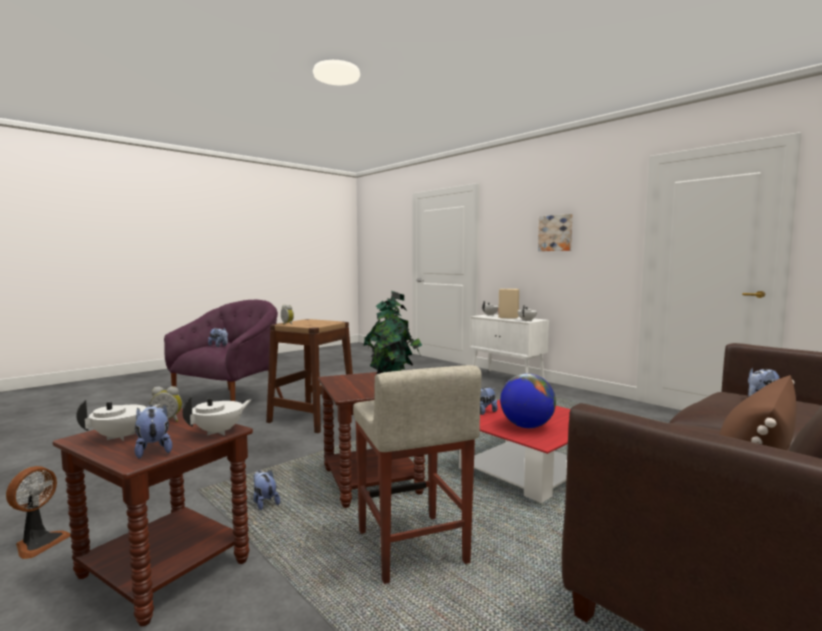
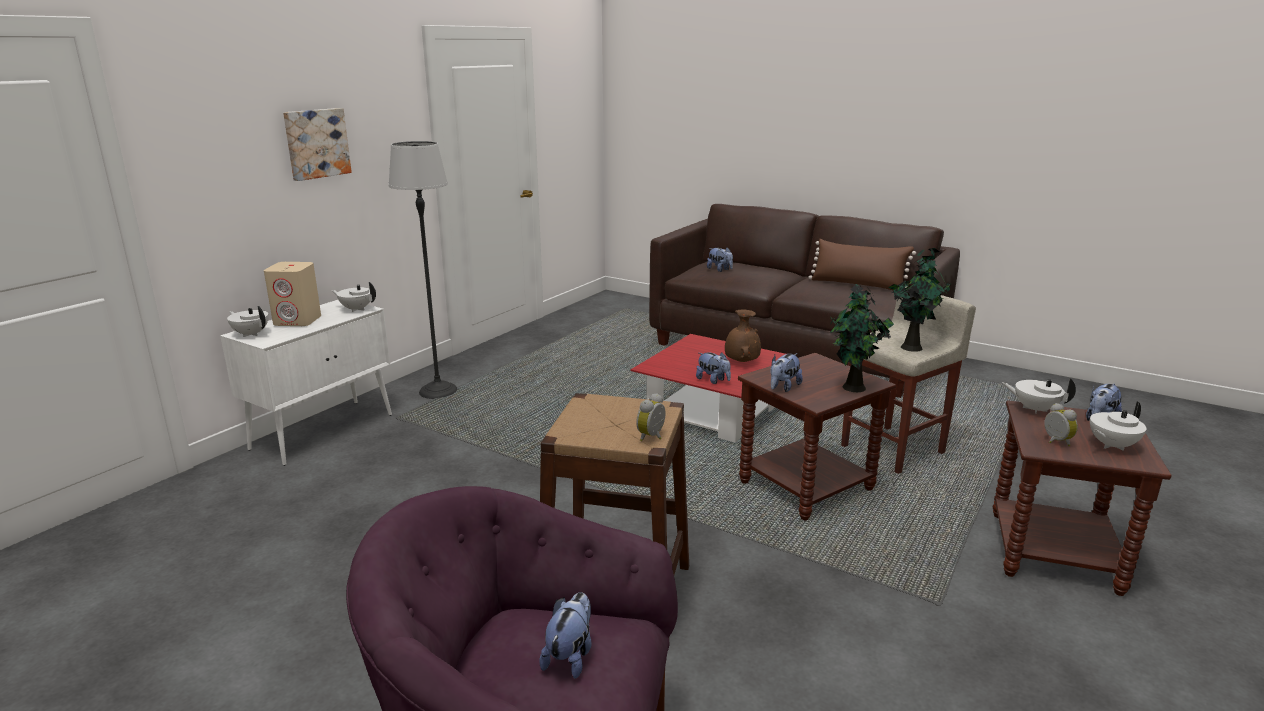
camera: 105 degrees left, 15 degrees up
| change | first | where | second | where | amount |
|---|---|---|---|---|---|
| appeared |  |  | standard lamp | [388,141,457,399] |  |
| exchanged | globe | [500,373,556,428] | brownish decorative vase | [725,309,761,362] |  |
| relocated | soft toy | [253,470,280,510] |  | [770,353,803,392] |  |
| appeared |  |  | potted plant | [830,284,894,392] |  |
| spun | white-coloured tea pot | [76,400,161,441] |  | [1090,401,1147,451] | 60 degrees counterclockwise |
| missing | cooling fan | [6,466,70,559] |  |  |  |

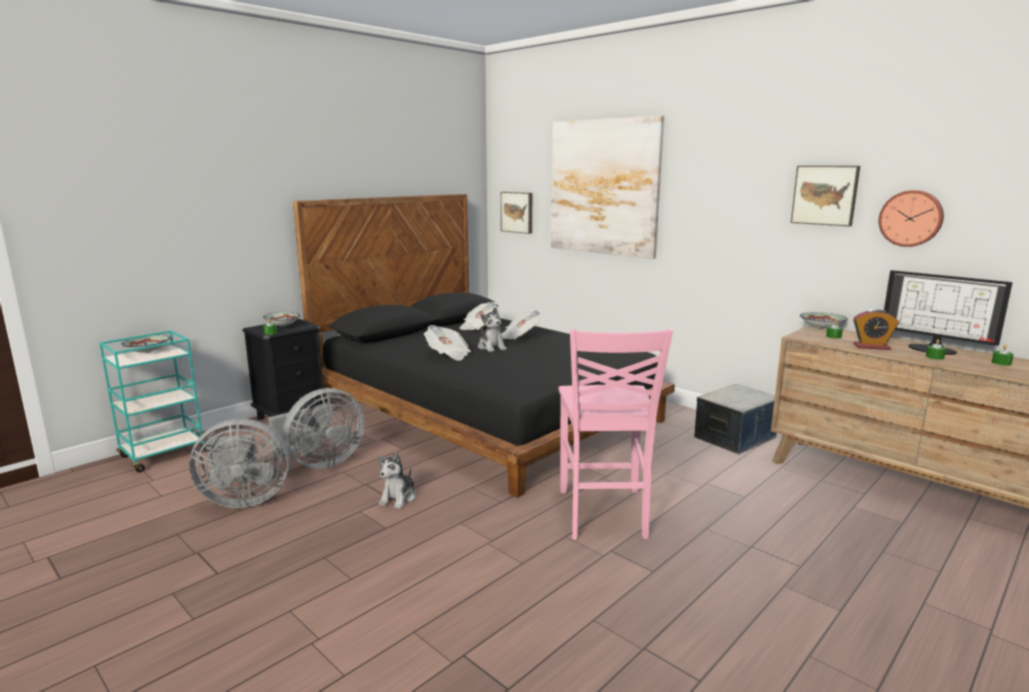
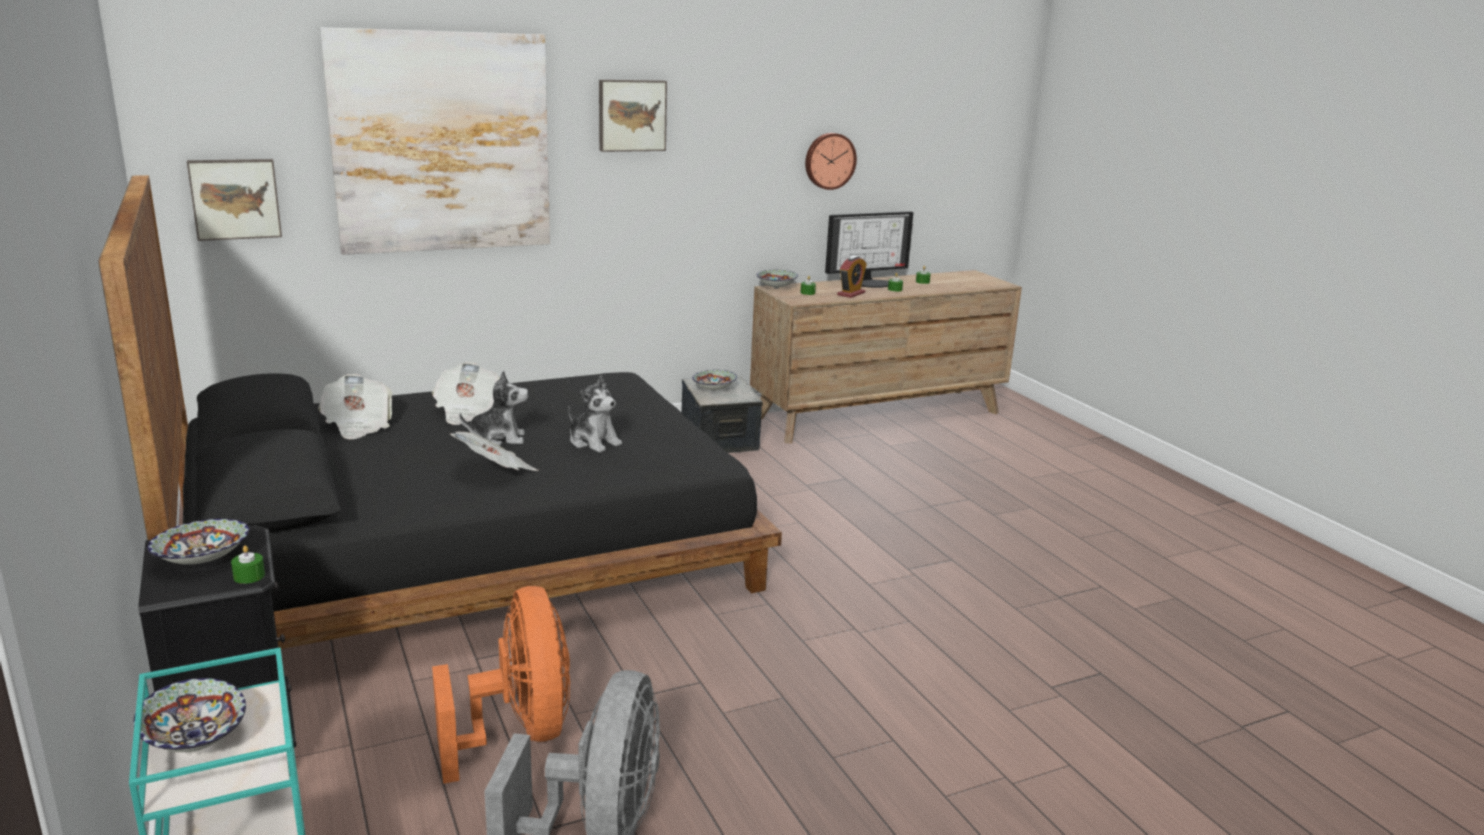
camera: 70 degrees left, 5 degrees up
| change | first | where | second | where | amount |
|---|---|---|---|---|---|
| colour | grey cooling fan | [268,388,365,469] | orange-coloured cooling fan | [432,586,570,784] |  |
| relocated | soft toy | [378,452,416,509] |  | [568,376,622,453] |  |
| relocated | wall art | [791,166,860,226] |  | [599,80,667,152] |  |
| appeared |  |  | bowl | [692,370,737,391] |  |
| missing | pink chair | [559,329,673,540] |  |  |  |

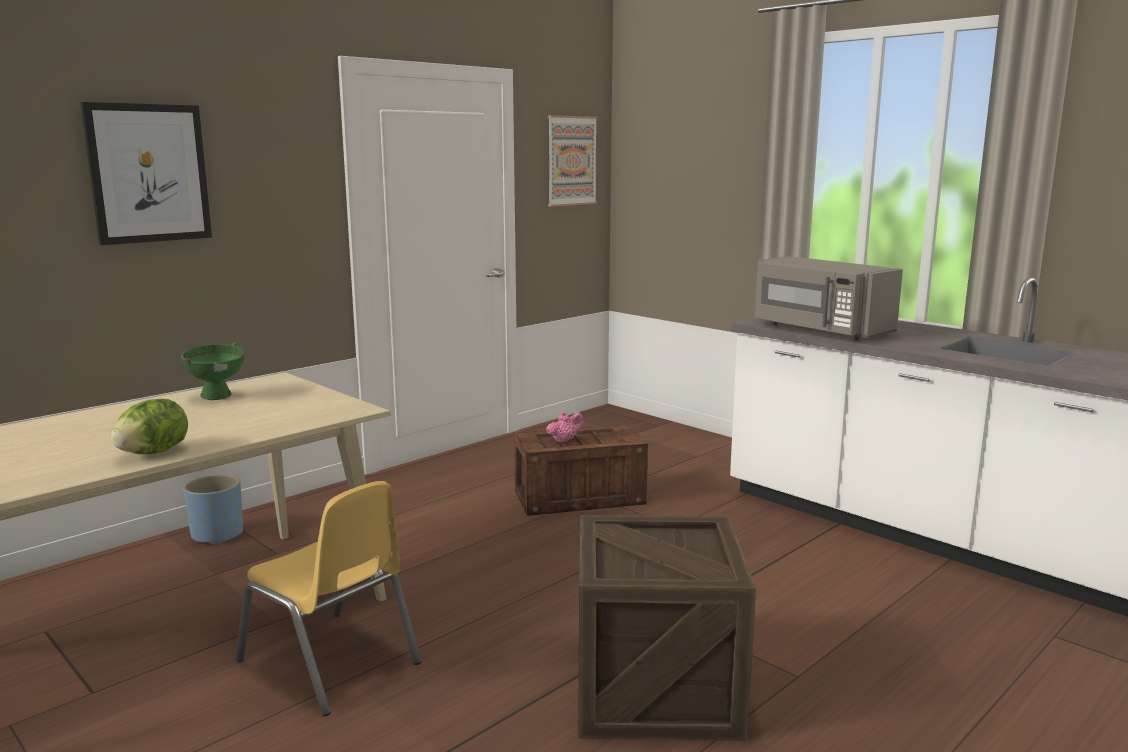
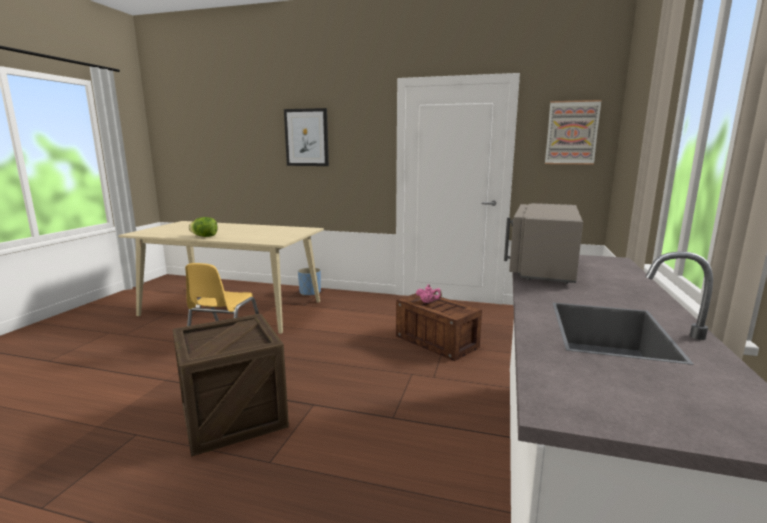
camera: 60 degrees right, 0 degrees up
| change | first | where | second | where | amount |
|---|---|---|---|---|---|
| missing | green bowl | [181,342,245,400] |  |  |  |

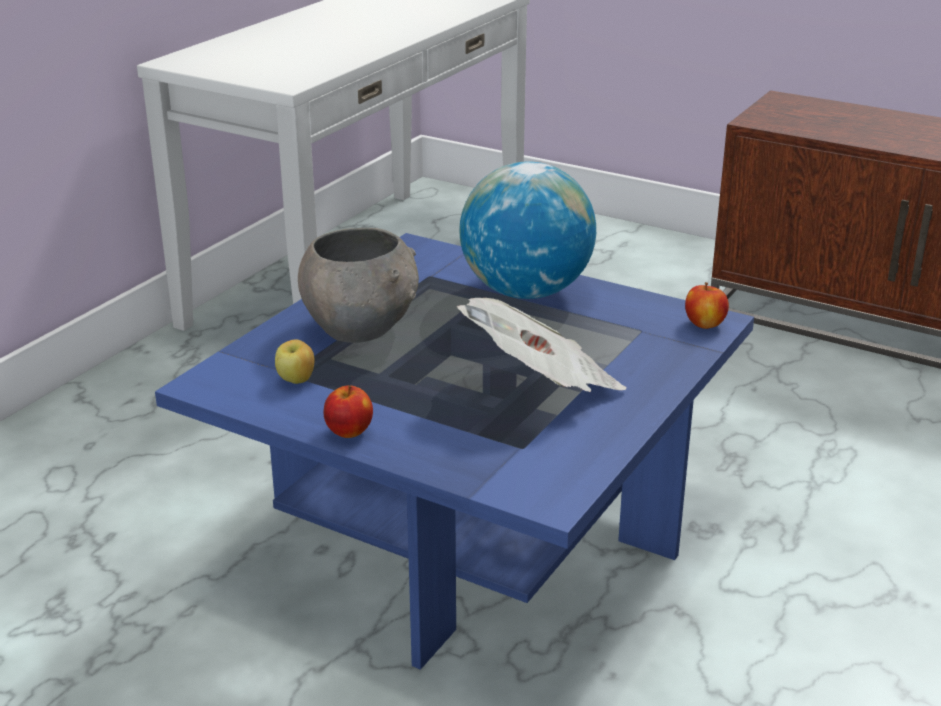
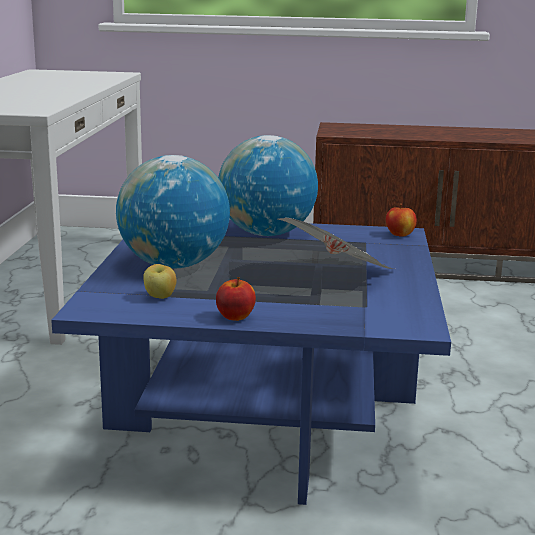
camera: 25 degrees left, 10 degrees down
| change | first | where | second | where | amount |
|---|---|---|---|---|---|
| exchanged | grey bowl | [298,228,419,343] | globe | [116,155,230,269] |  |

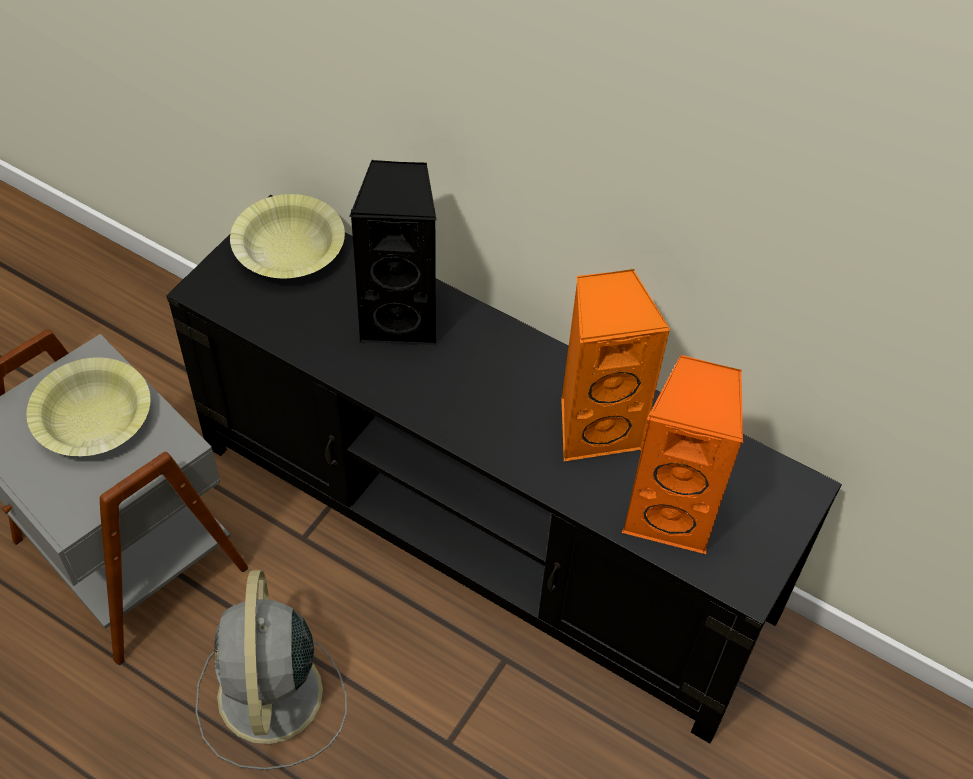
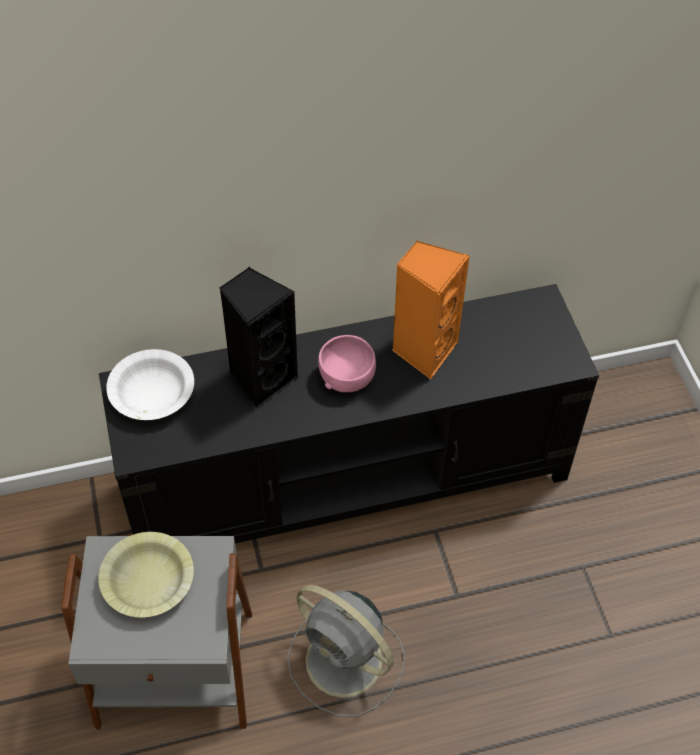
camera: 45 degrees left, 0 degrees up
| change | first | where | second | where | amount |
|---|---|---|---|---|---|
| colour | yellow bowl | [230,194,345,278] | white-coloured bowl | [106,349,194,420] |  |
| appeared |  |  | pink bowl | [318,335,376,392] |  |
| missing | orange-coloured audio speaker | [622,355,743,554] |  |  |  |

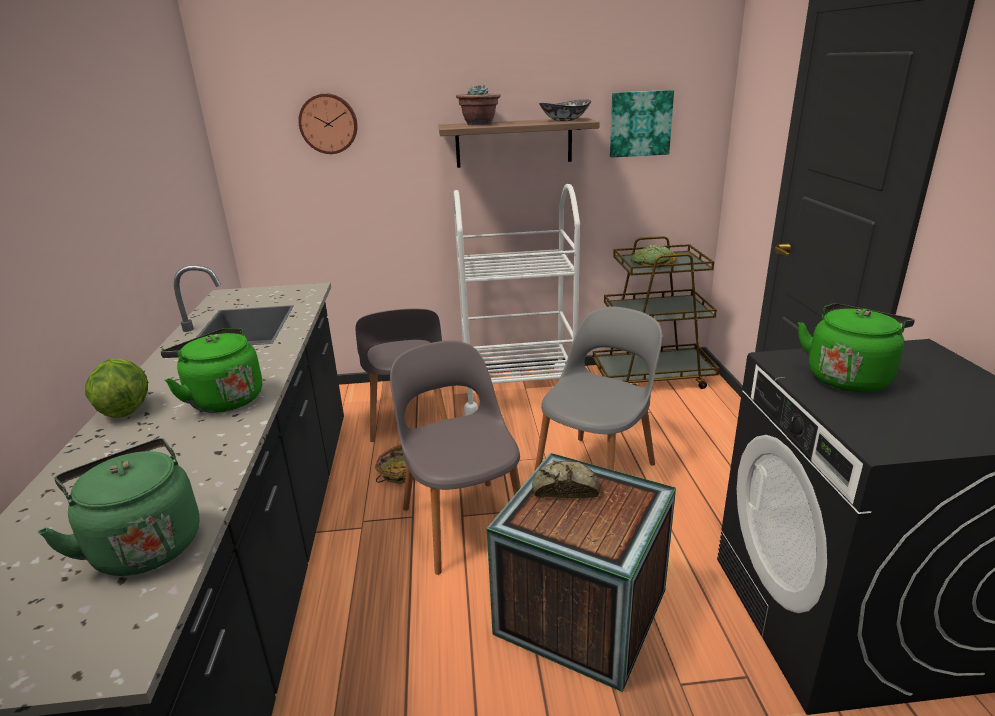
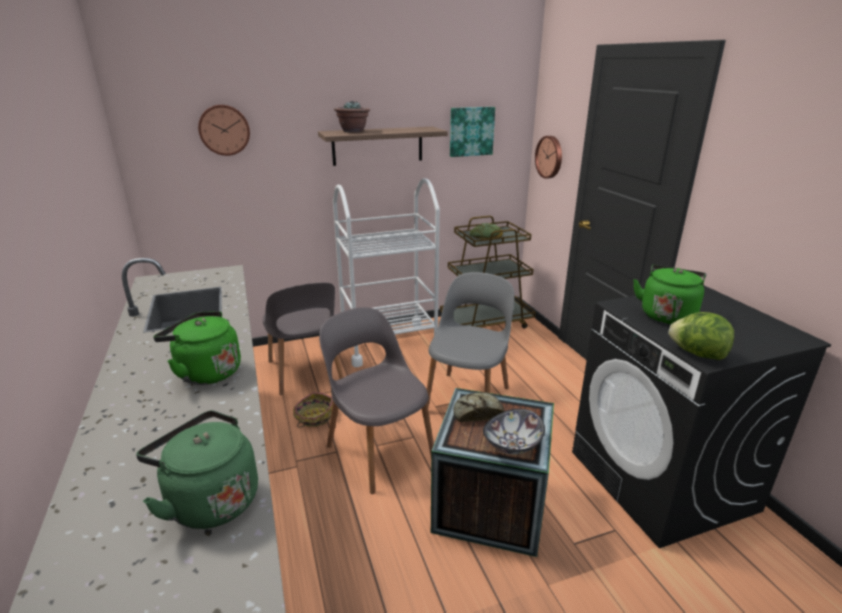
camera: 15 degrees left, 0 degrees up
| change | first | where | second | where | amount |
|---|---|---|---|---|---|
| relocated | bowl | [539,99,591,121] |  | [483,409,545,454] |  |
| appeared |  |  | wall clock | [535,136,562,179] |  |
| relocated | lettuce head | [85,359,148,418] |  | [668,312,734,360] |  |

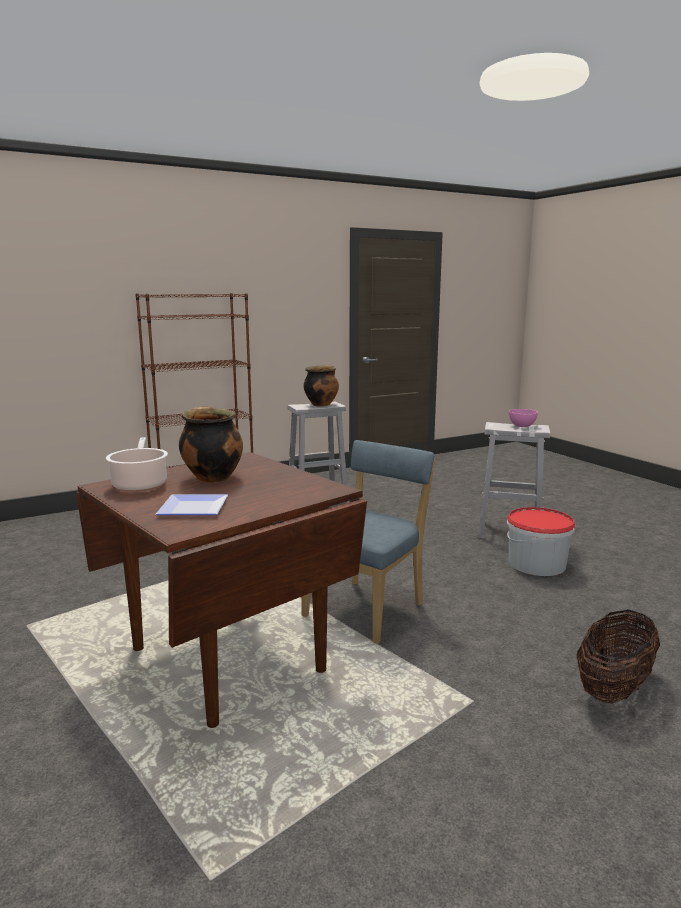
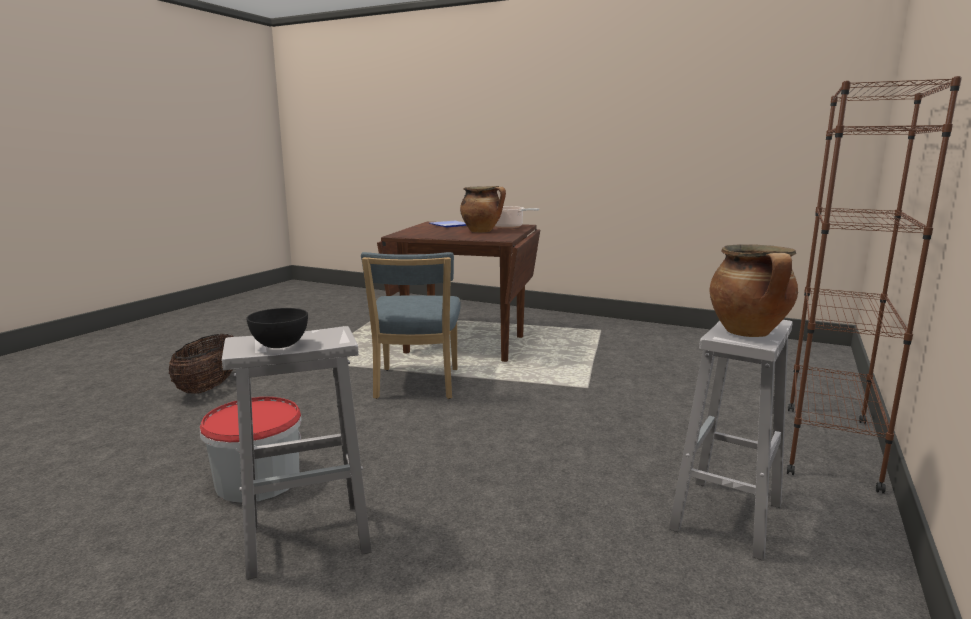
camera: 145 degrees right, 0 degrees up
| change | first | where | second | where | amount |
|---|---|---|---|---|---|
| colour | pink bowl | [509,409,538,427] | black bowl | [246,308,308,348] |  |

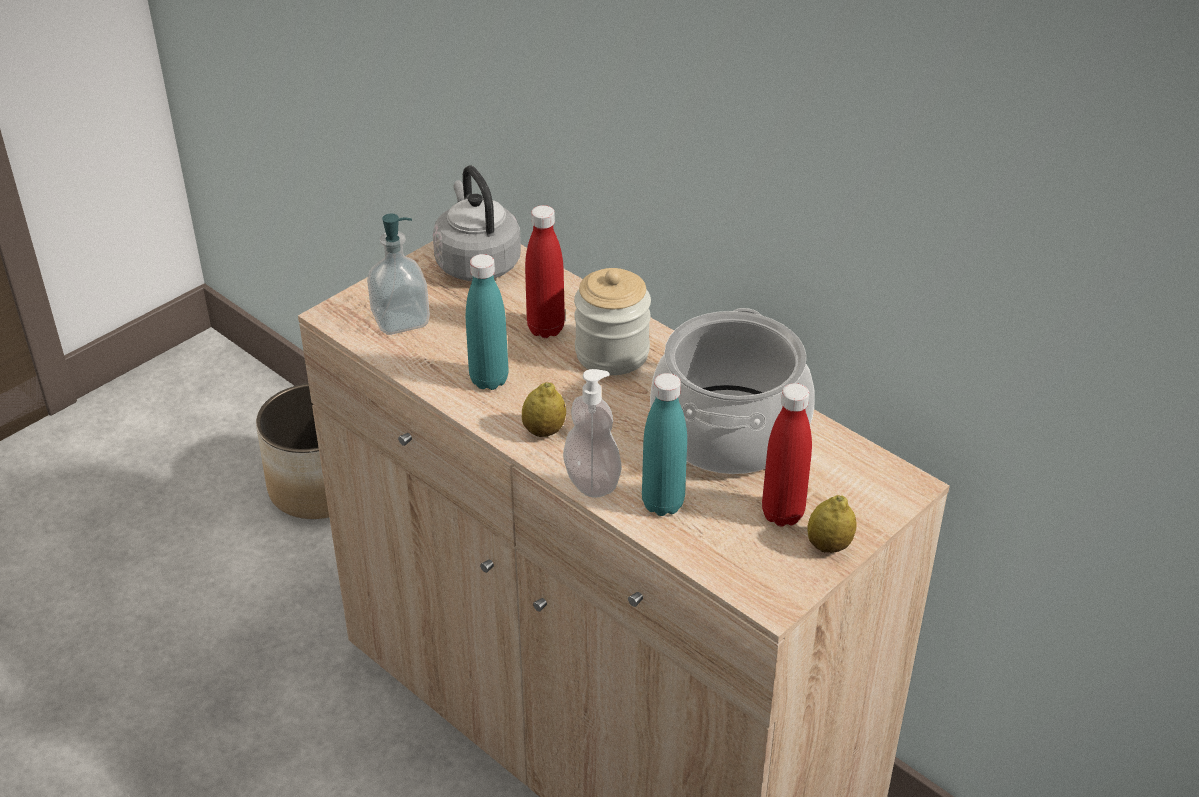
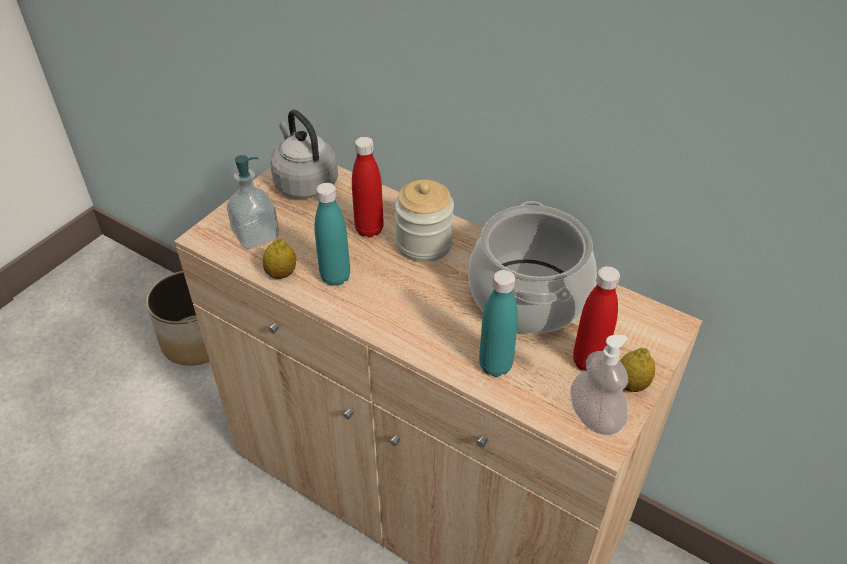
camera: 10 degrees left, 5 degrees up
| change | first | where | second | where | amount |
|---|---|---|---|---|---|
| relocated | whole lemon | [522,382,566,437] |  | [262,238,296,279] |  |
| relocated | soap bottle | [563,369,622,498] |  | [571,335,628,435] |  |

